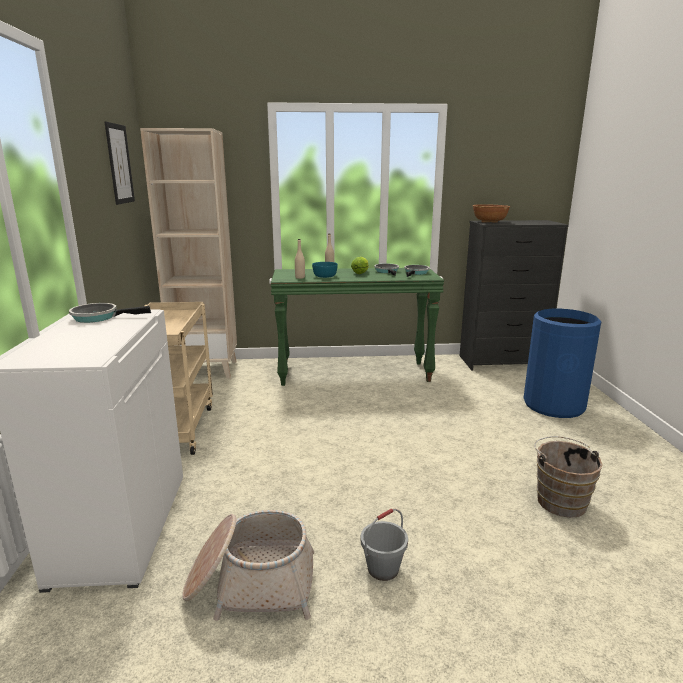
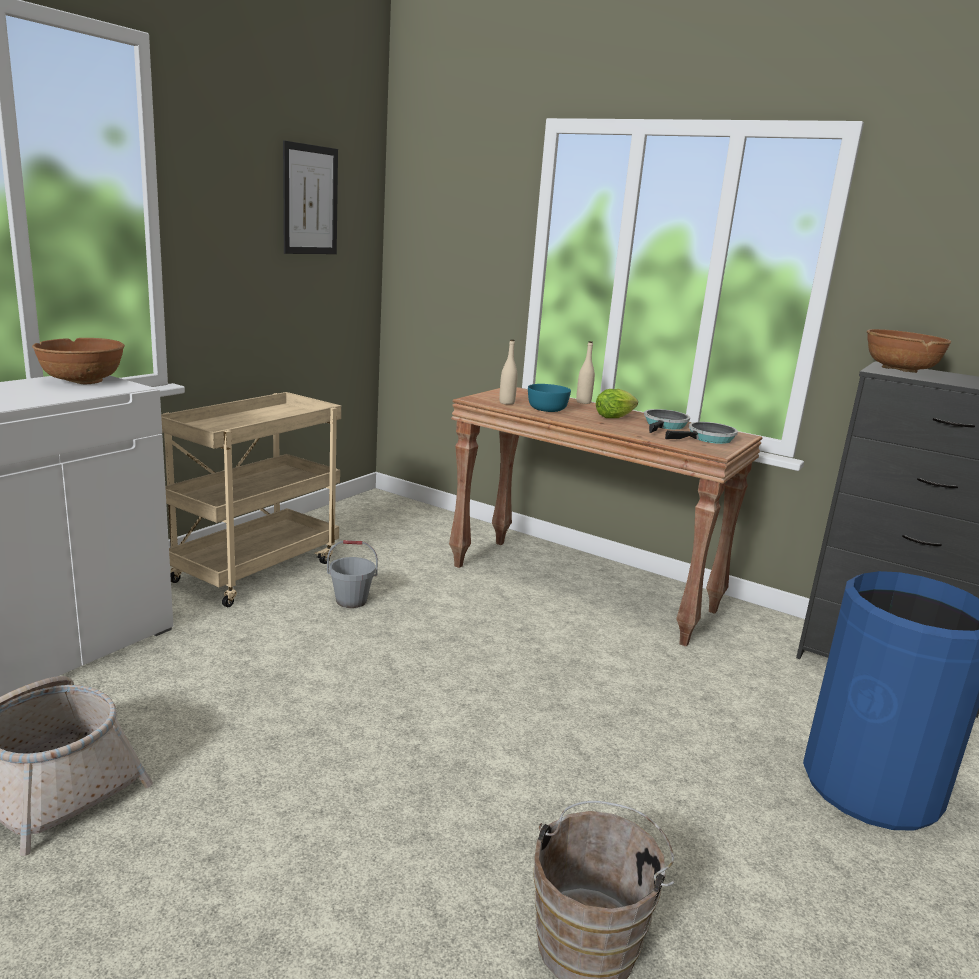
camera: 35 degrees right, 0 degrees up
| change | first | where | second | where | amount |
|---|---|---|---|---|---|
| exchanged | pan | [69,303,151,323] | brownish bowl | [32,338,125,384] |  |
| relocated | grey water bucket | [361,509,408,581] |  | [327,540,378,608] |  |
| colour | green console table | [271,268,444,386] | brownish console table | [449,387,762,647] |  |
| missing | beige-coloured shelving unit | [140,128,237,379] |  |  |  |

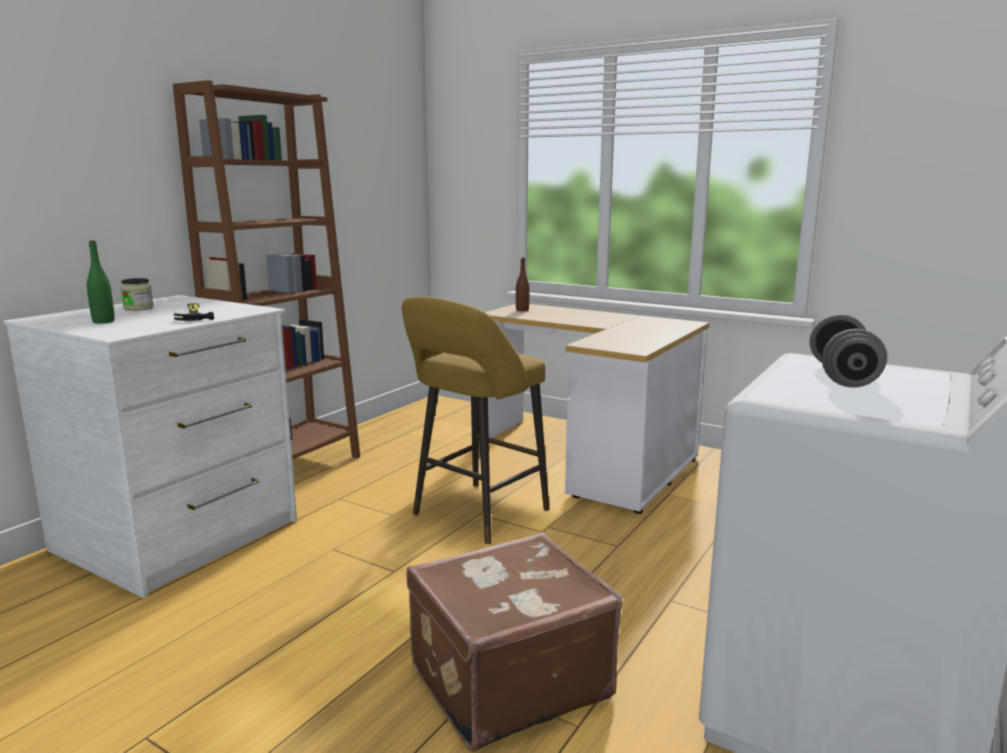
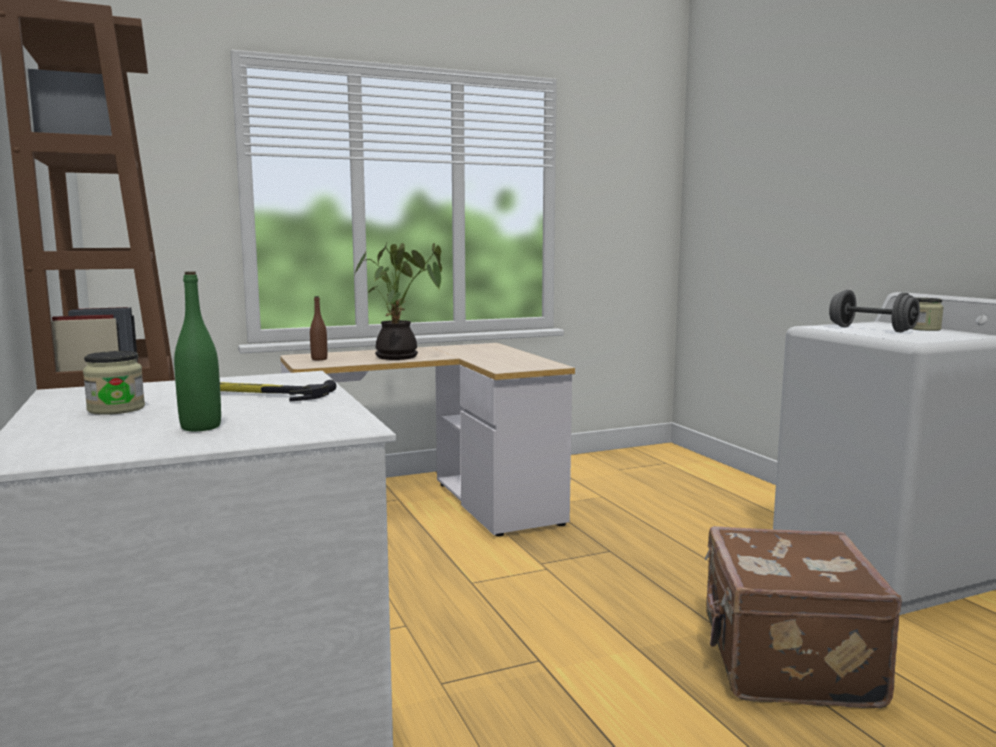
camera: 55 degrees left, 5 degrees down
| change | first | where | second | where | amount |
|---|---|---|---|---|---|
| appeared |  |  | potted plant | [353,243,442,360] |  |
| appeared |  |  | jar | [913,298,944,331] |  |
| missing | yellow stool | [402,297,549,544] |  |  |  |

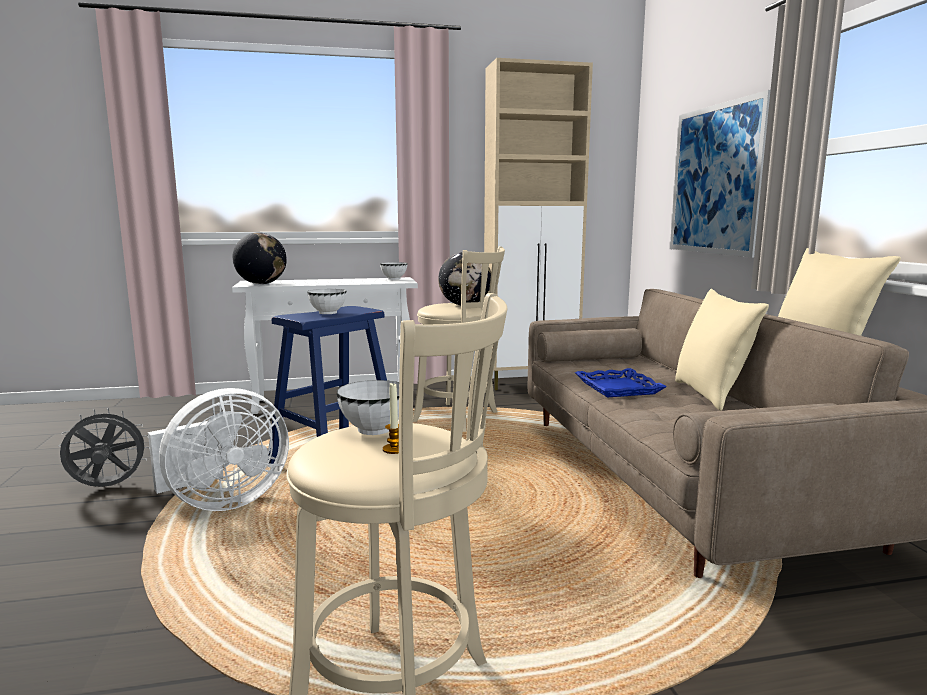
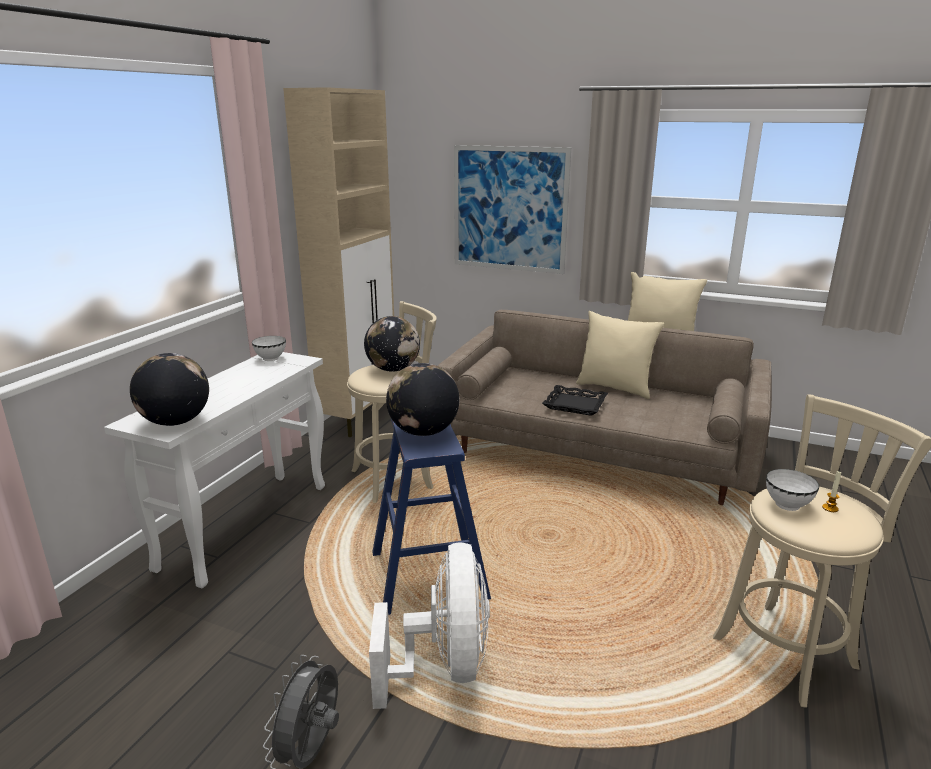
camera: 55 degrees left, 10 degrees up
| change | first | where | second | where | amount |
|---|---|---|---|---|---|
| exchanged | white-coloured bowl | [308,289,346,314] | globe | [386,363,459,436] |  |
| colour | bluish carrying tray | [575,368,667,398] | black carrying tray | [542,385,608,416] |  |

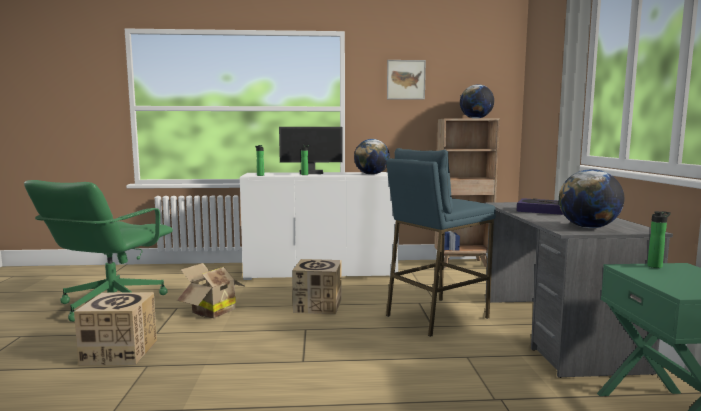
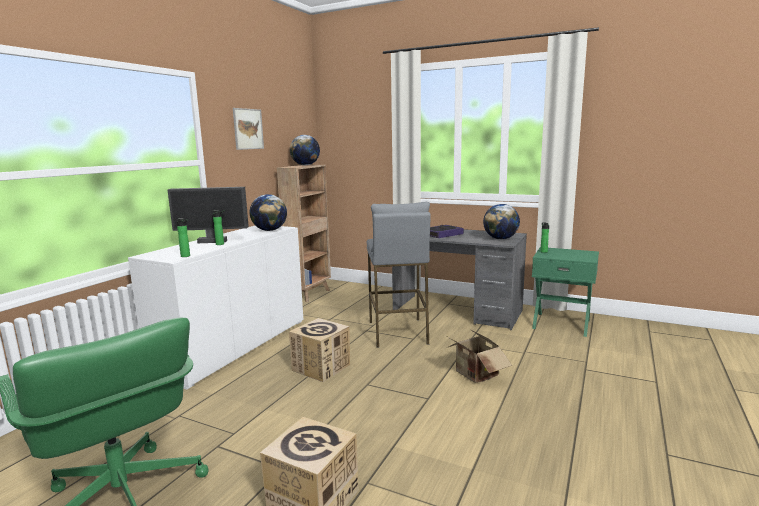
camera: 60 degrees left, 5 degrees up
| change | first | where | second | where | amount |
|---|---|---|---|---|---|
| spun | computer screen | [279,127,343,174] |  | [168,187,249,243] | 60 degrees clockwise |
| colour | bluish stool | [386,148,496,337] | grey stool | [366,202,431,348] |  |
| relocated | cardboard box | [177,263,246,318] |  | [445,329,512,383] |  |

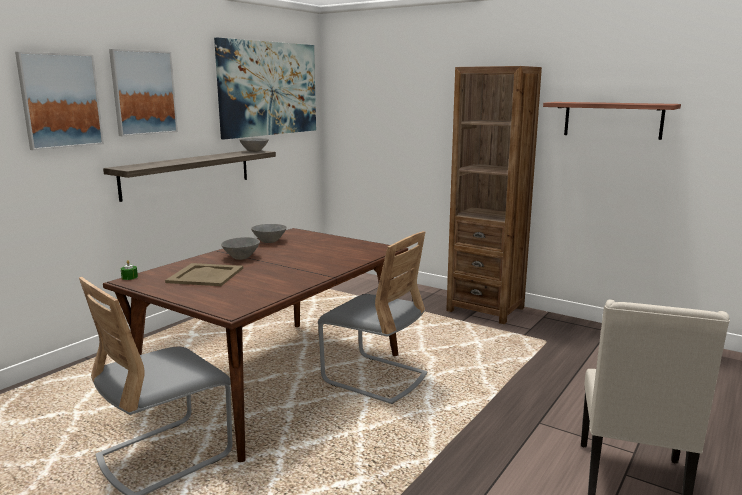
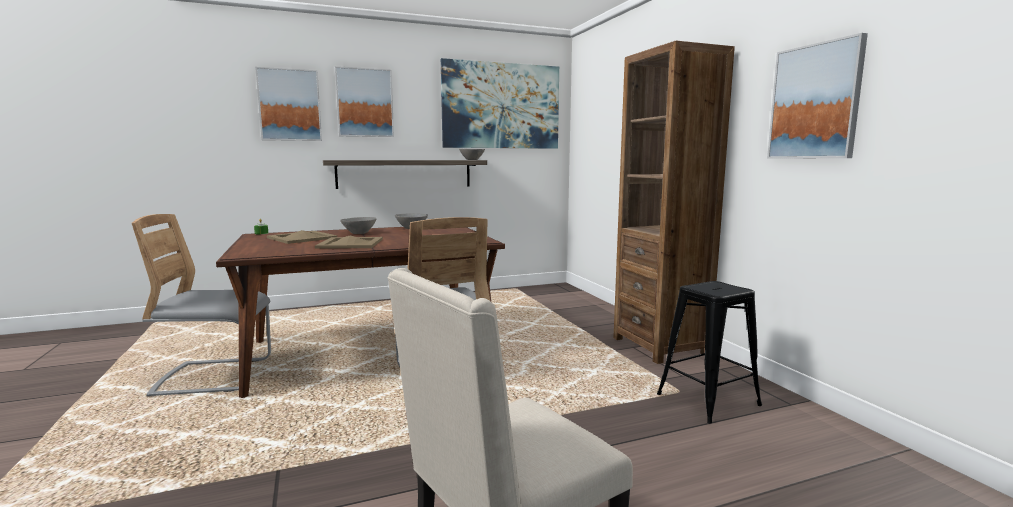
camera: 35 degrees right, 5 degrees down
| change | first | where | second | where | amount |
|---|---|---|---|---|---|
| appeared |  |  | beige-coloured carrying tray | [315,235,383,249] |  |
| appeared |  |  | black stool | [657,281,762,423] |  |
| exchanged | shelf | [543,102,681,140] | wall art | [767,33,868,159] |  |

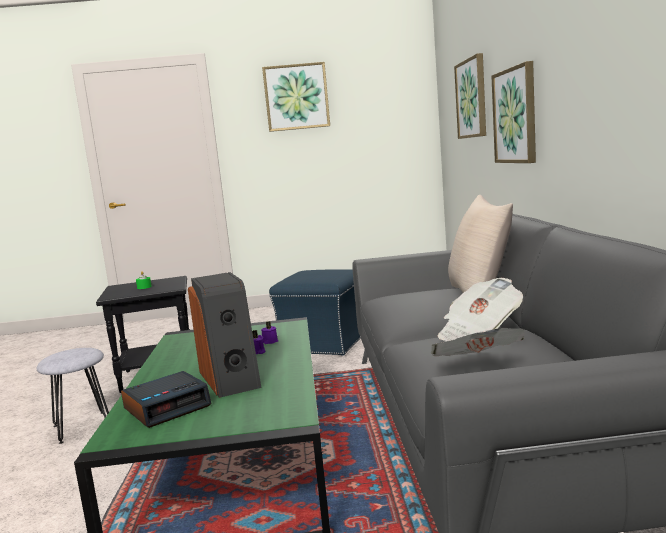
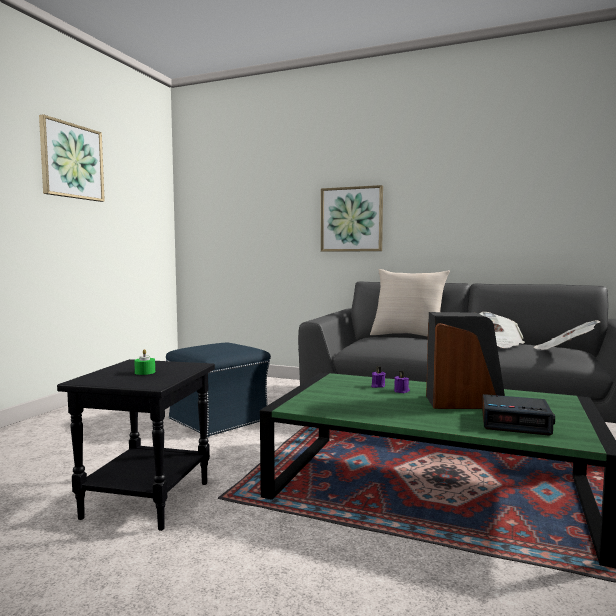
camera: 65 degrees left, 5 degrees down
| change | first | where | second | where | amount |
|---|---|---|---|---|---|
| spun | table clock | [121,371,212,428] |  | [482,394,555,436] | 120 degrees clockwise |
| missing | grey stool | [36,348,109,444] |  |  |  |
| missing | wall art | [454,53,486,139] |  |  |  |

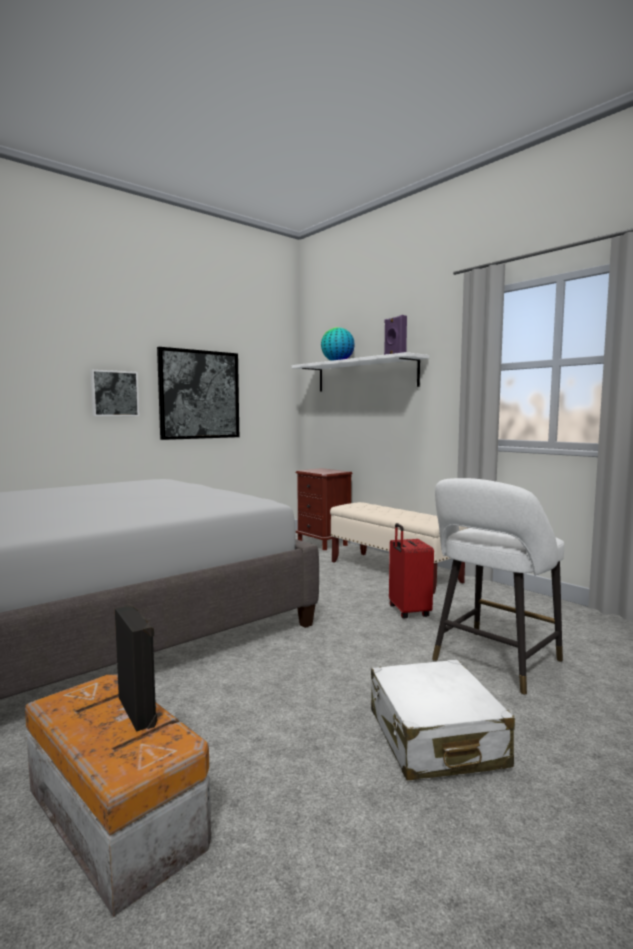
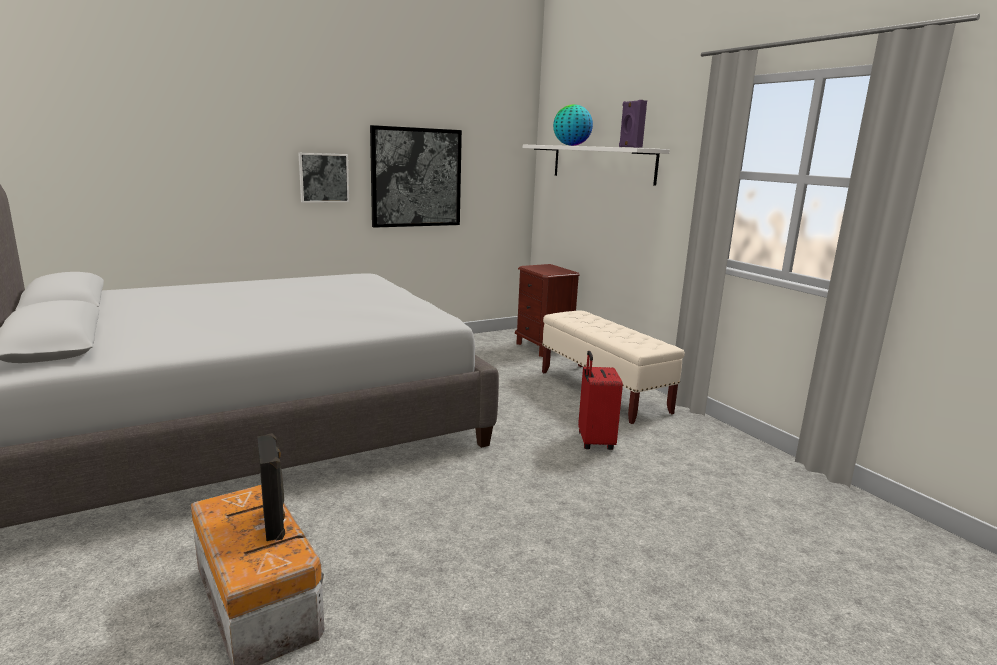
camera: 10 degrees right, 10 degrees up
| change | first | where | second | where | amount |
|---|---|---|---|---|---|
| missing | white-coloured travel case | [371,659,515,780] |  |  |  |
| missing | white-coloured stool | [432,478,564,695] |  |  |  |

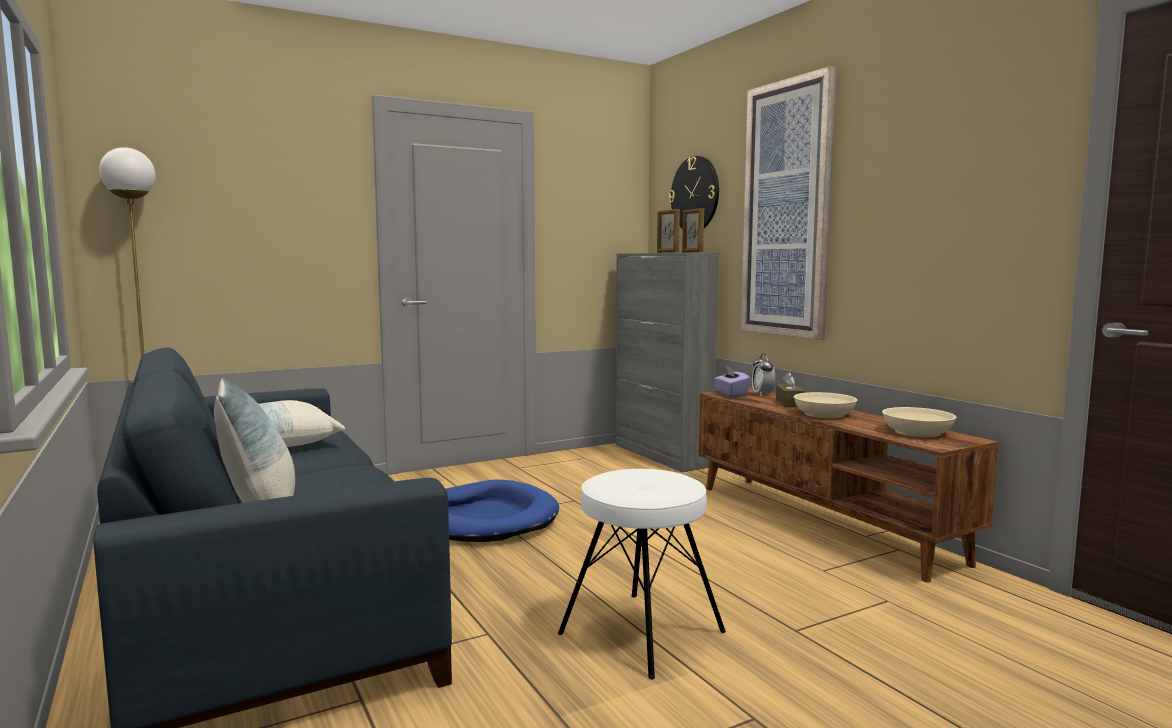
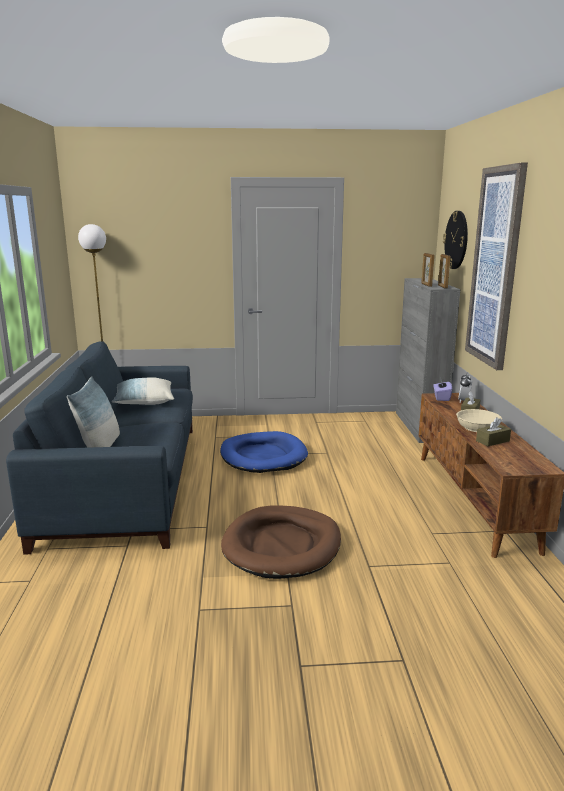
camera: 25 degrees right, 10 degrees up
| change | first | where | second | where | amount |
|---|---|---|---|---|---|
| exchanged | white-coloured stool | [558,469,726,679] | brownish pet bed | [221,505,341,579] |  |
| appeared |  |  | brownish box of tissues | [476,417,511,446] |  |
| missing | beige-coloured bowl | [882,407,957,437] |  |  |  |

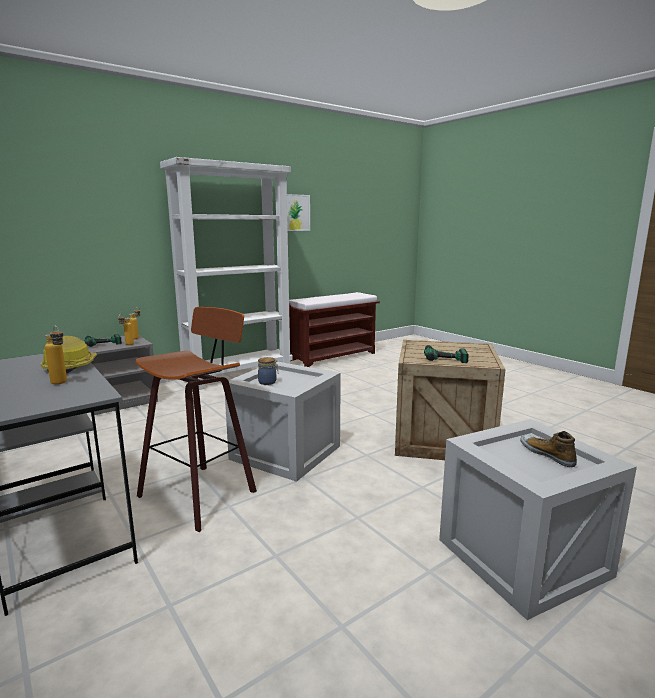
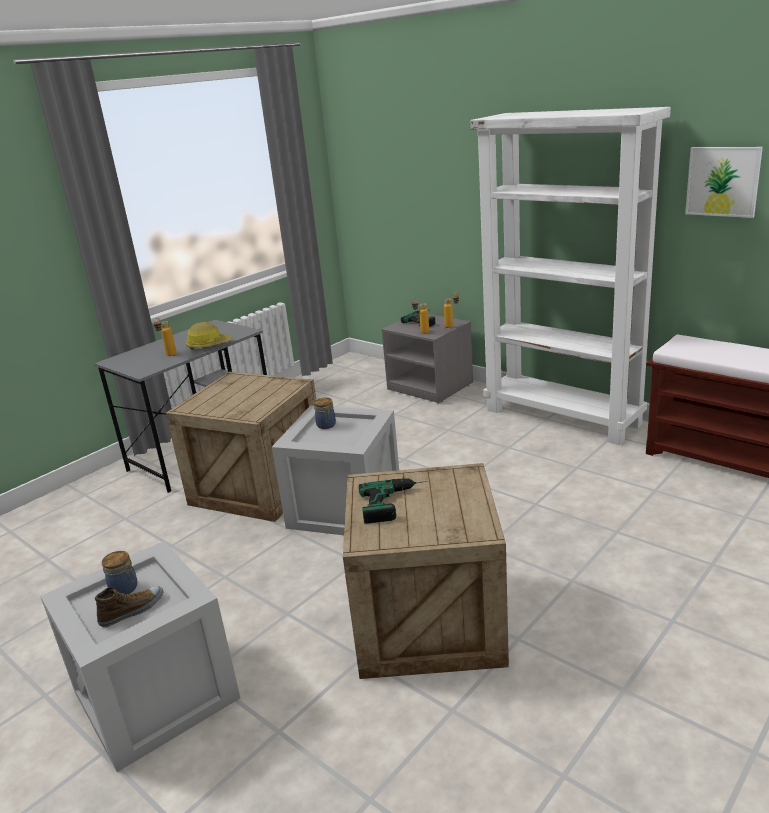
camera: 80 degrees right, 10 degrees up
| change | first | where | second | where | amount |
|---|---|---|---|---|---|
| appeared |  |  | jar | [102,551,137,594] |  |
| exchanged | stool | [136,307,257,532] | shipping crate | [166,372,316,522] |  |

